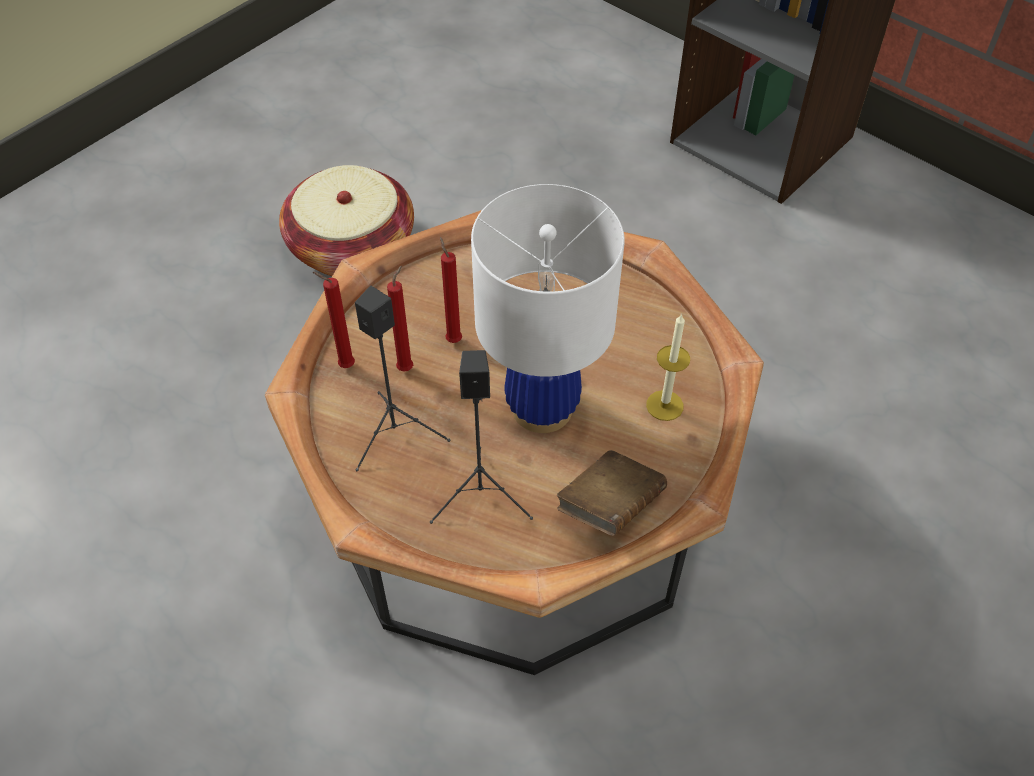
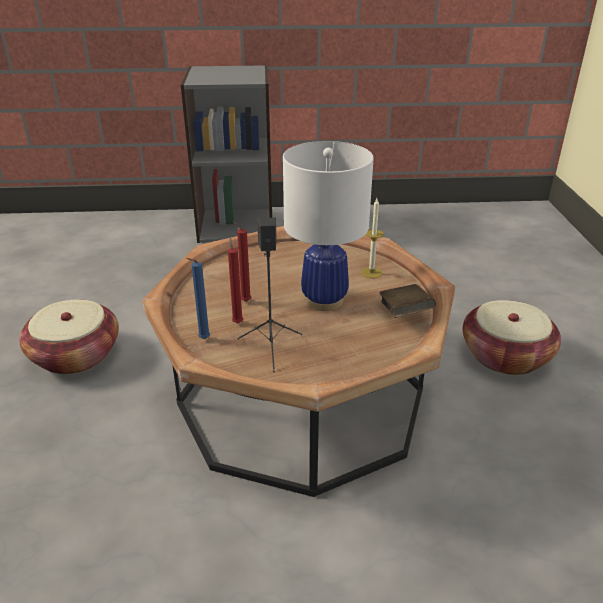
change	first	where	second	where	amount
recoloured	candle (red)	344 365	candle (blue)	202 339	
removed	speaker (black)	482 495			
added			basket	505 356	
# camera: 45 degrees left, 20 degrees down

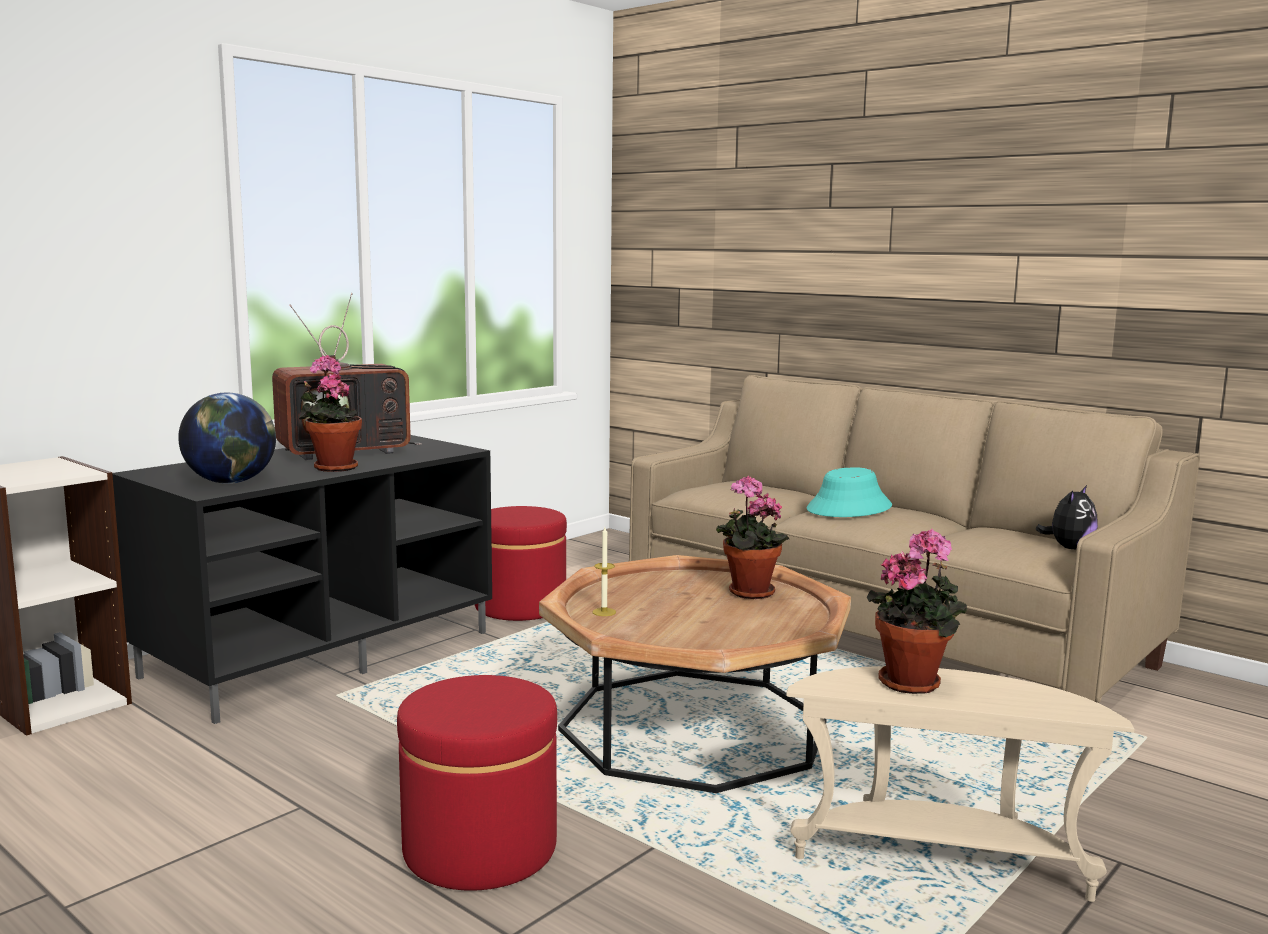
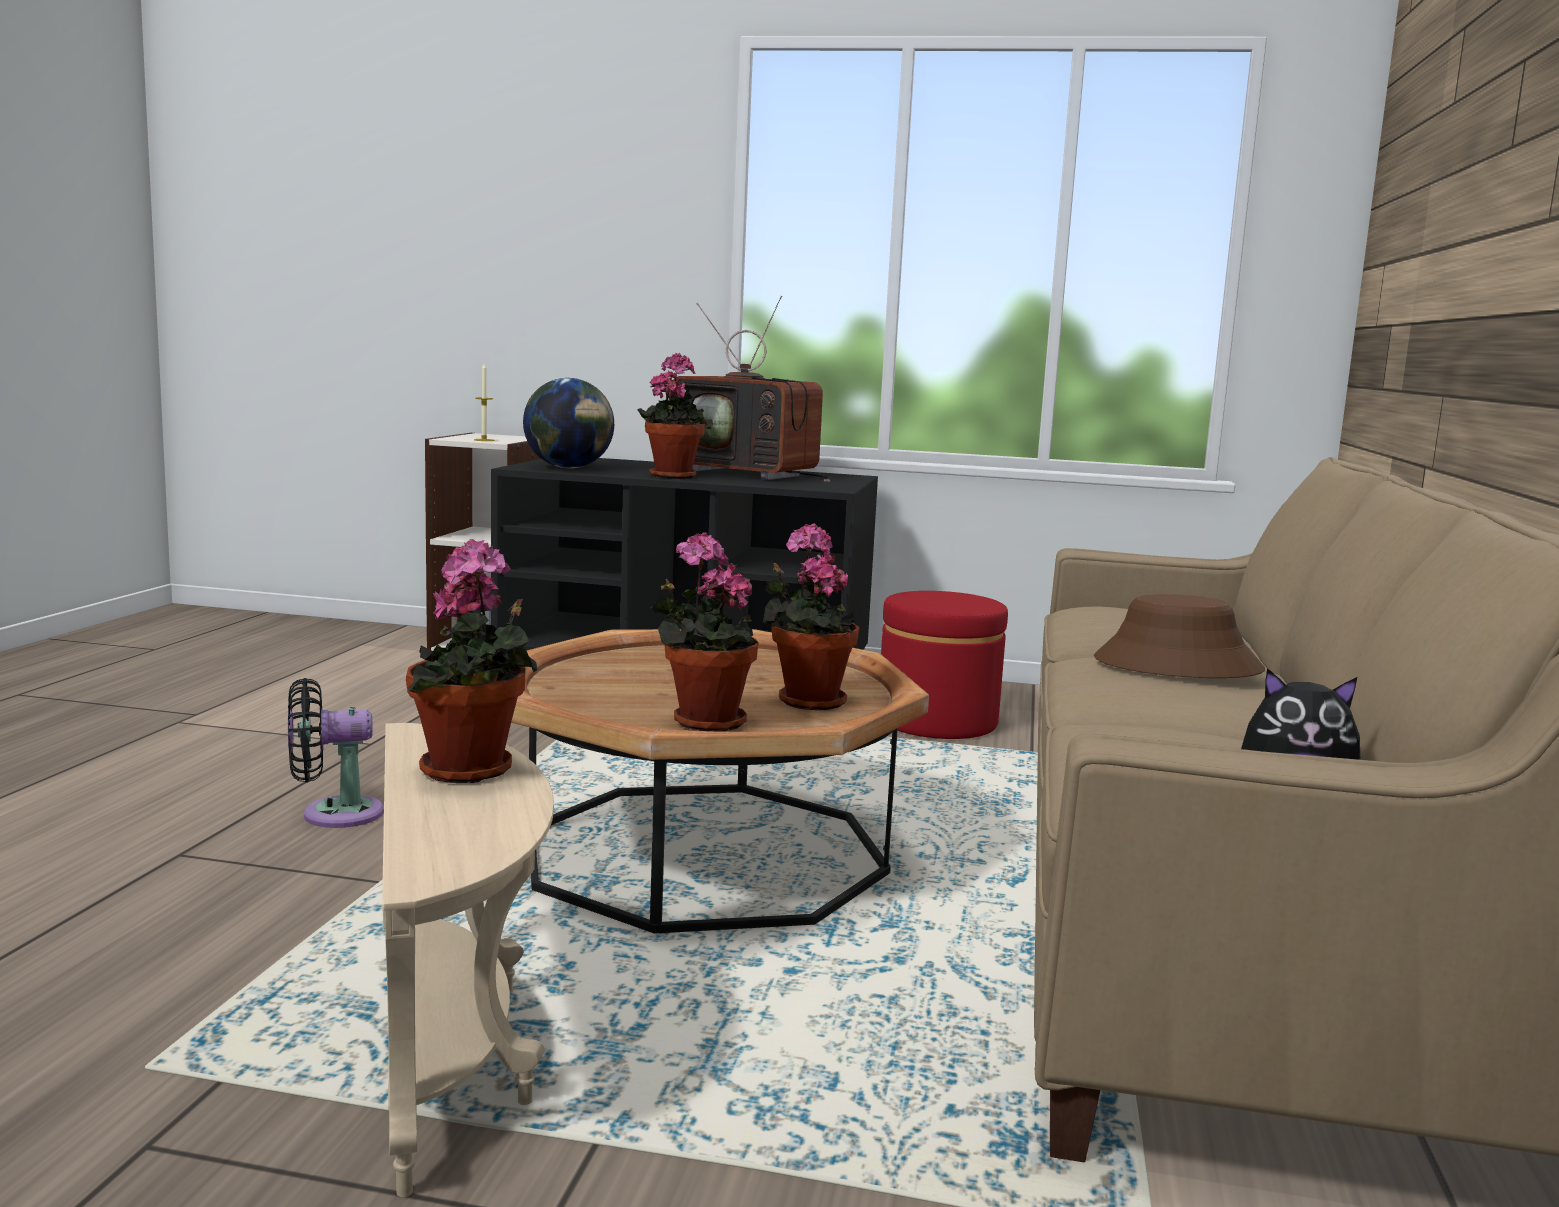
change	first	where	second	where	amount
recoloured	hat (turquoise)	849 508	hat (brown)	1176 666	
moved	candle	604 612		484 440	
replaced	ottoman (red)	480 849	fan (black)	334 814	
added			potted plant	702 721	
# camera: 60 degrees right, 0 degrees up

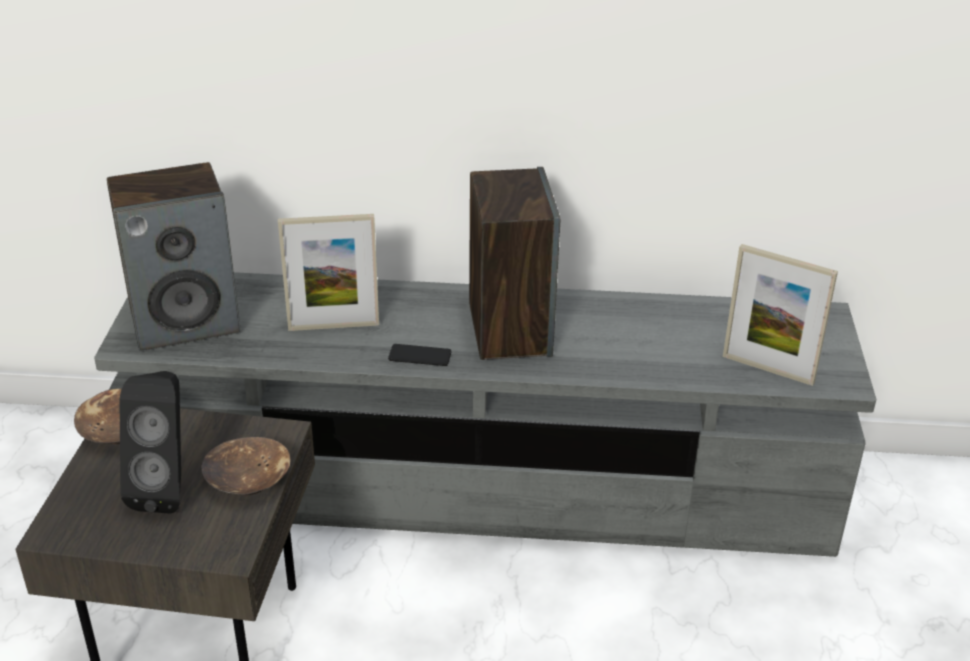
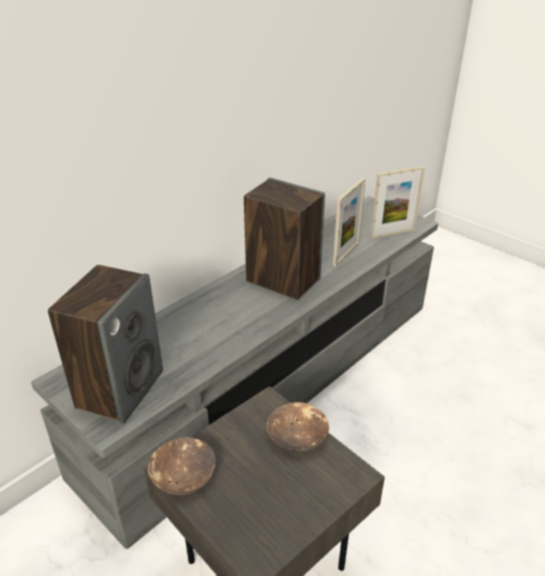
change	first	where	second	where	amount
moved	picture frame	333 326		346 254	
removed	phone	420 356			
removed	speaker (black)	167 489			
# camera: 50 degrees left, 0 degrees up

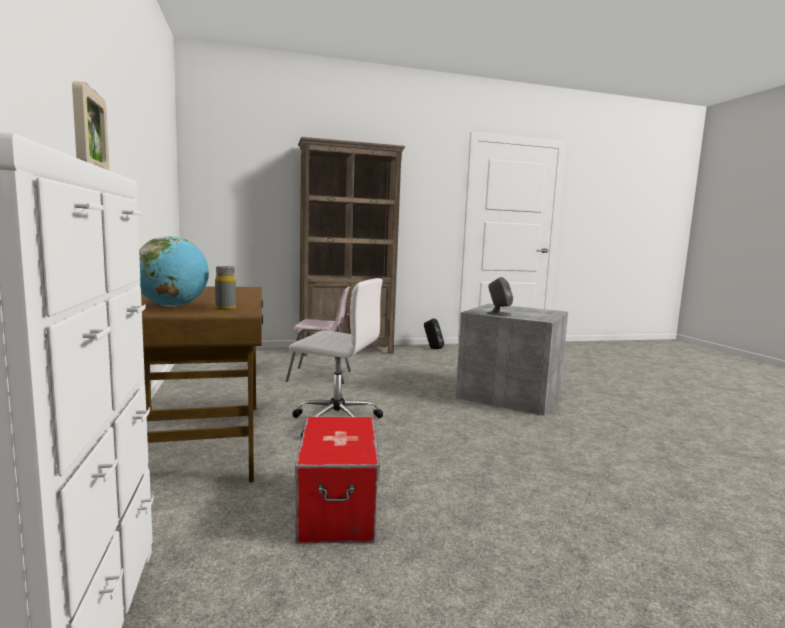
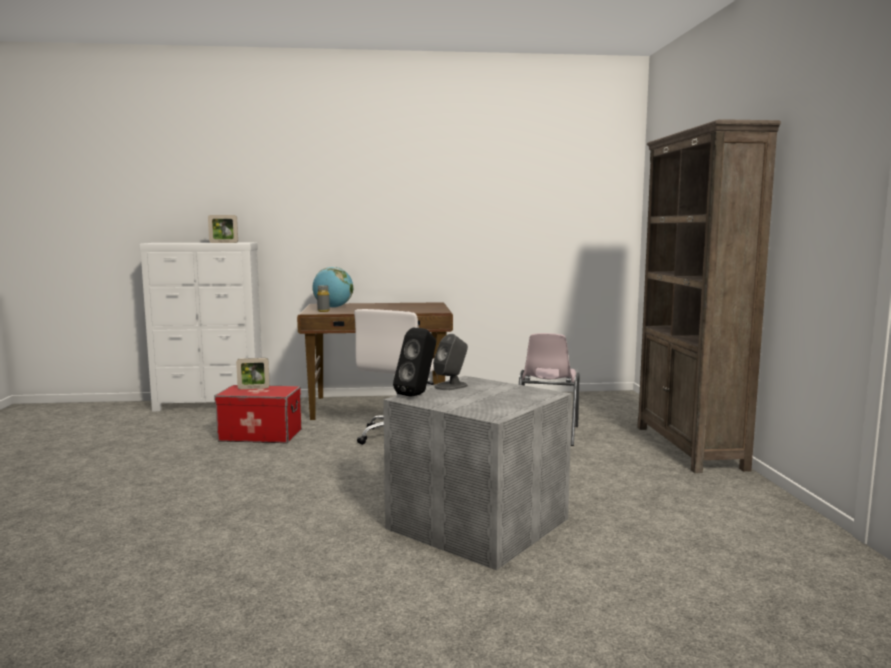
change	first	where	second	where	amount
moved	speaker (black)	432 348		418 394	
added			picture frame	253 388	
# camera: 100 degrees right, 0 degrees up

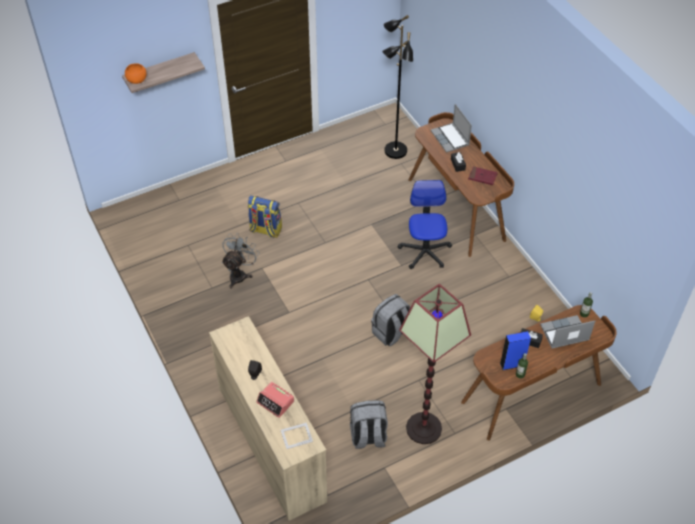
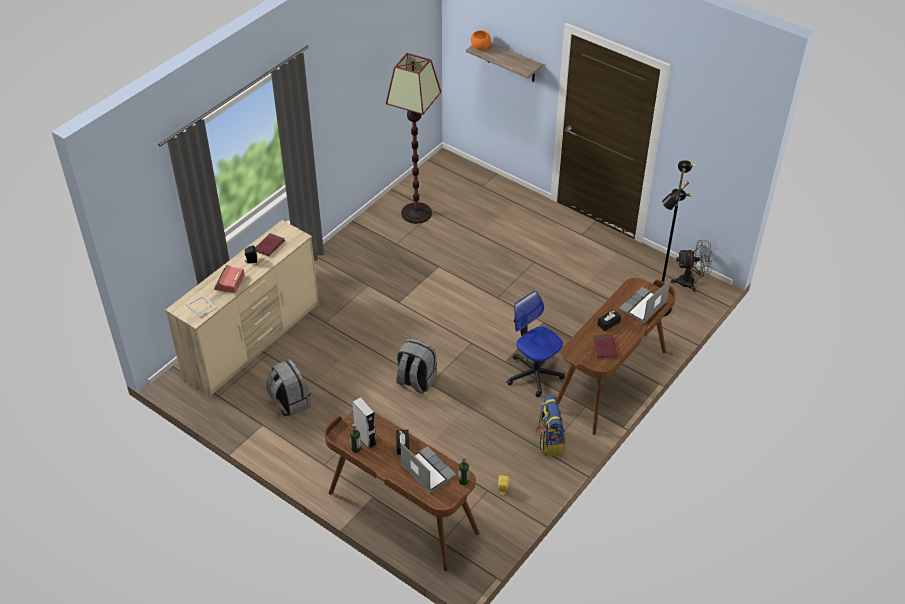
change	first	where	second	where	amount
turned	office chair	425 252		534 373	105 degrees counterclockwise
moved	backpack	265 230		549 441	
moved	fan (grey)	239 274		690 282	
moved	floor lamp	423 428		417 213	
recoloured	speaker (blue)	512 364	speaker (grey)	365 439	
added			book (red)	269 246	
# camera: 65 degrees right, 5 degrees down

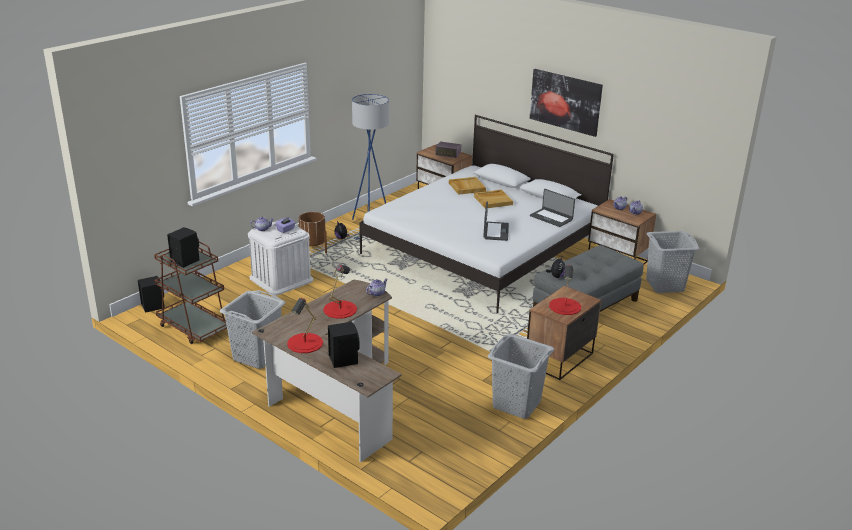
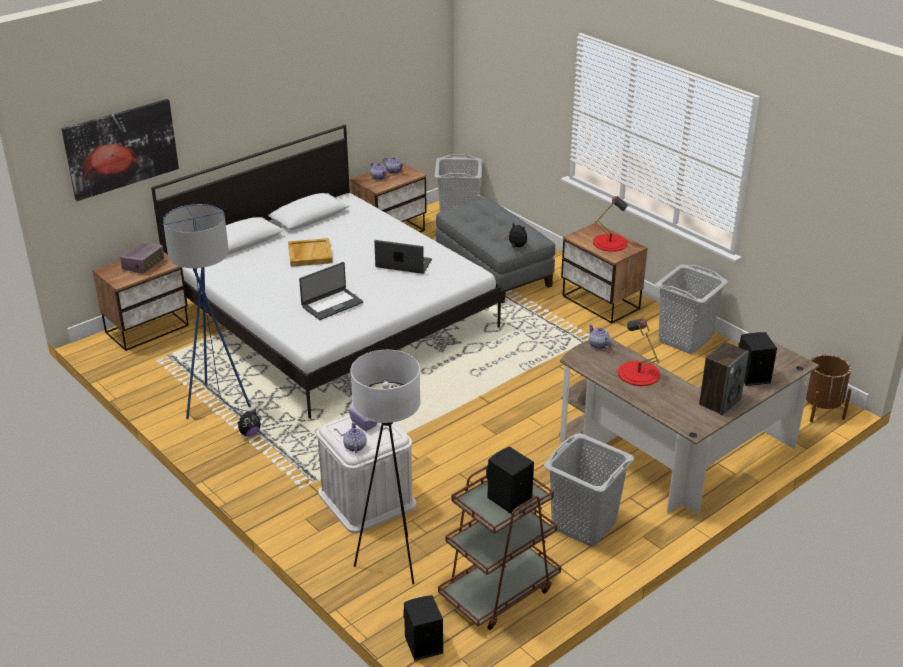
change	first	where	second	where	amount
moved	picture	565 102		121 148	
removed	tray (beige)	466 187			
moved	laptop	551 218		332 304	
moved	planter (brown)	313 249		820 410	
replaced	table lamp (red)	305 343	speaker	719 401	
added			floor lamp (white)	392 561	
# camera: 80 degrees left, 5 degrees up

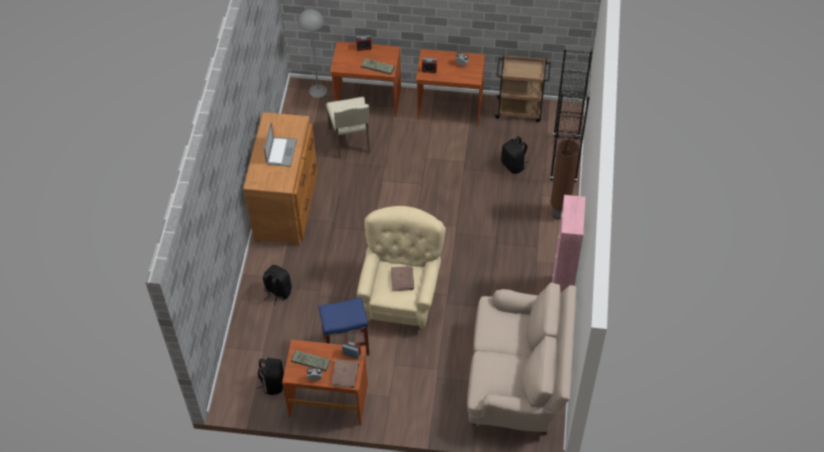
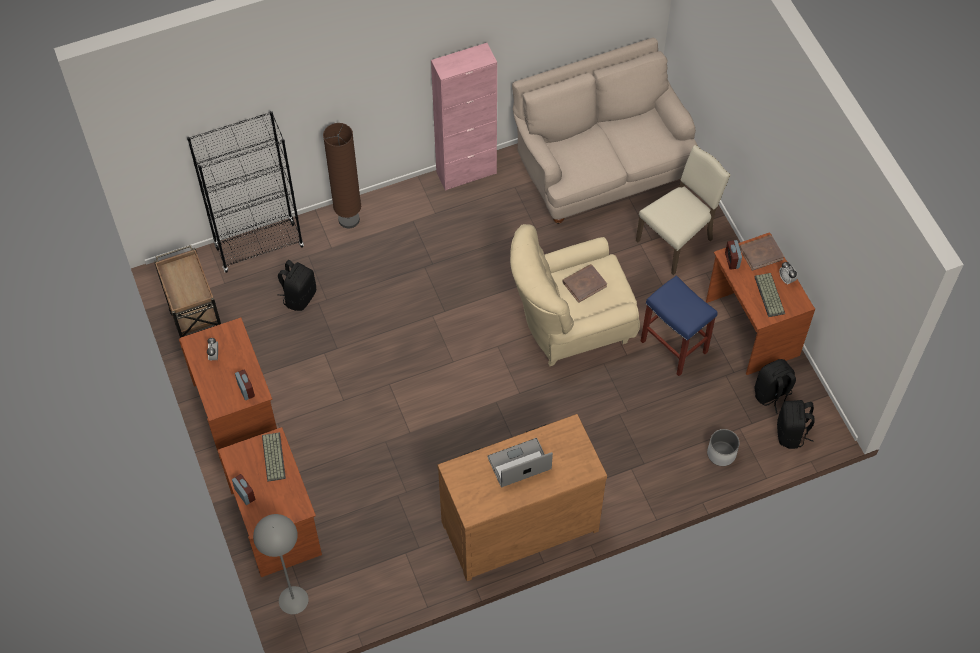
change	first	where	second	where	amount
moved	chair (beige)	351 141		677 240	
moved	backpack (black)	277 292		791 434	
added			planter (white)	721 454	
# camera: 120 degrees left, 5 degrees up

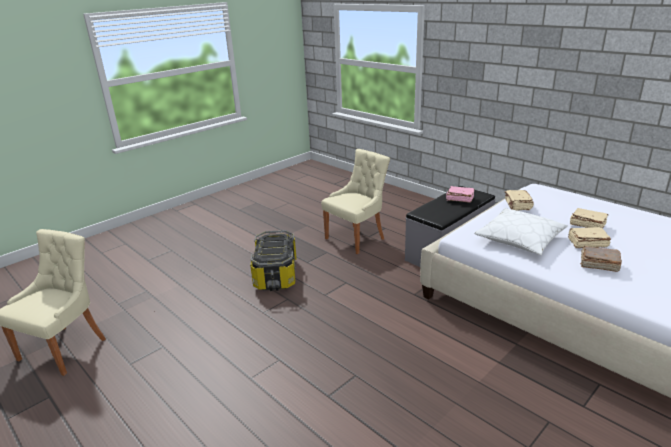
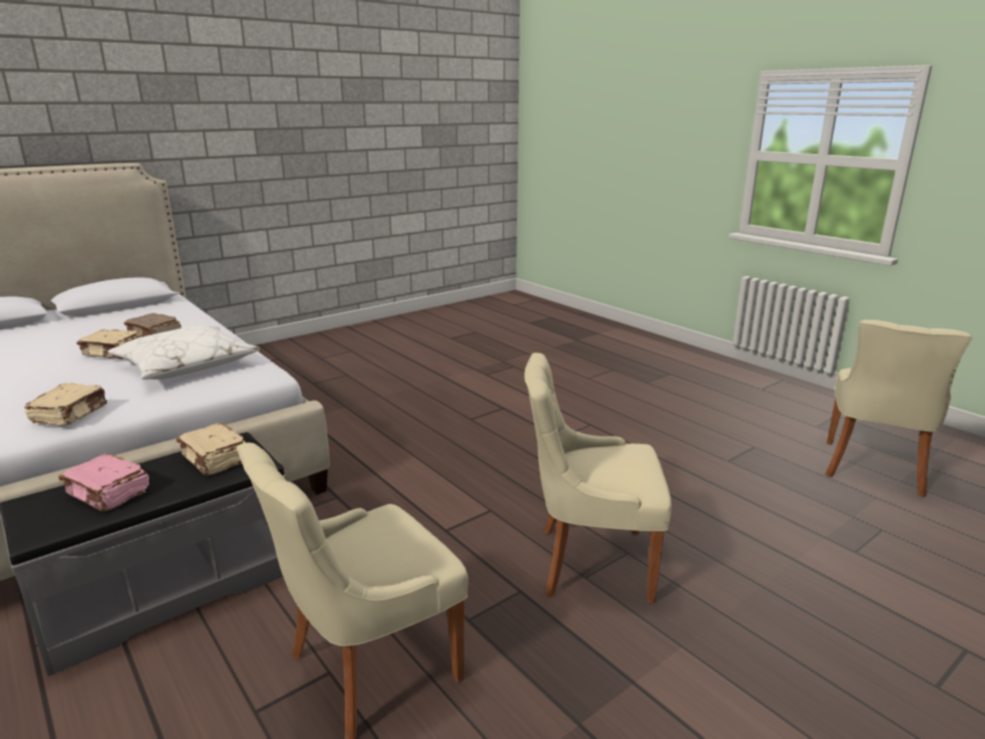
change	first	where	second	where	amount
moved	book (beige)	587 224		215 460	
replaced	storage box	276 275	chair (beige)	589 562	
# camera: 175 degrees left, 5 degrees down

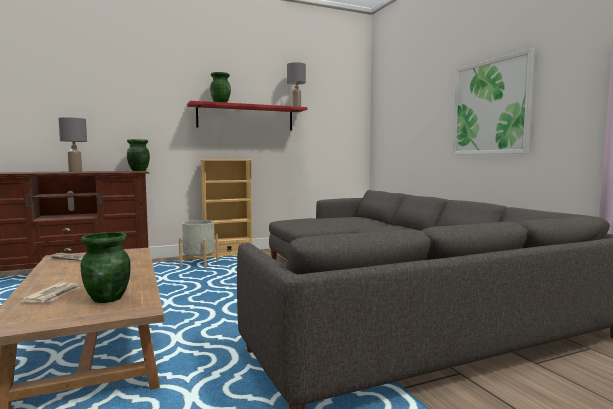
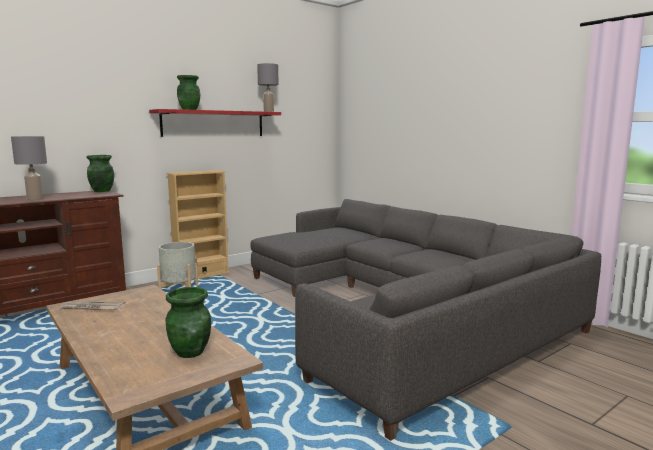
change	first	where	second	where	amount
removed	picture	491 107			
removed	newspaper	54 295			
# camera: 15 degrees left, 5 degrees up

